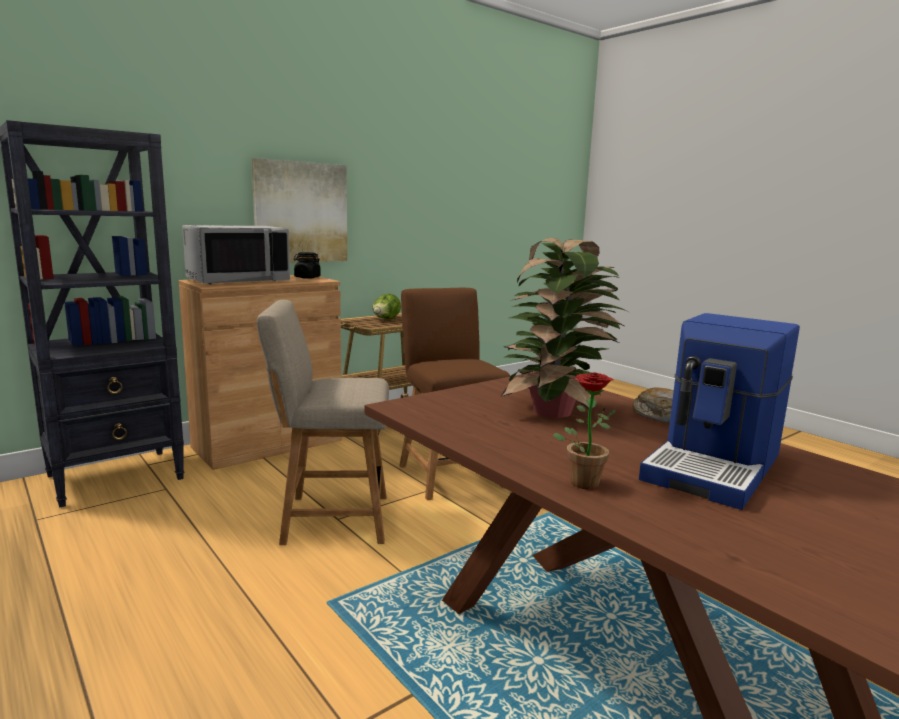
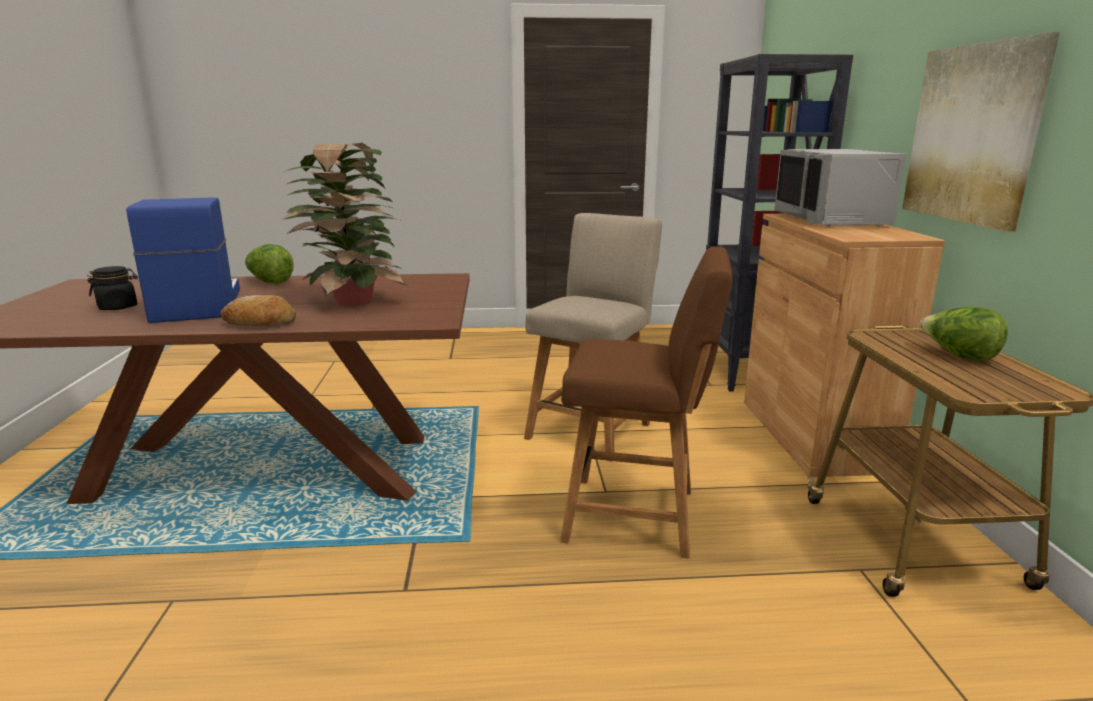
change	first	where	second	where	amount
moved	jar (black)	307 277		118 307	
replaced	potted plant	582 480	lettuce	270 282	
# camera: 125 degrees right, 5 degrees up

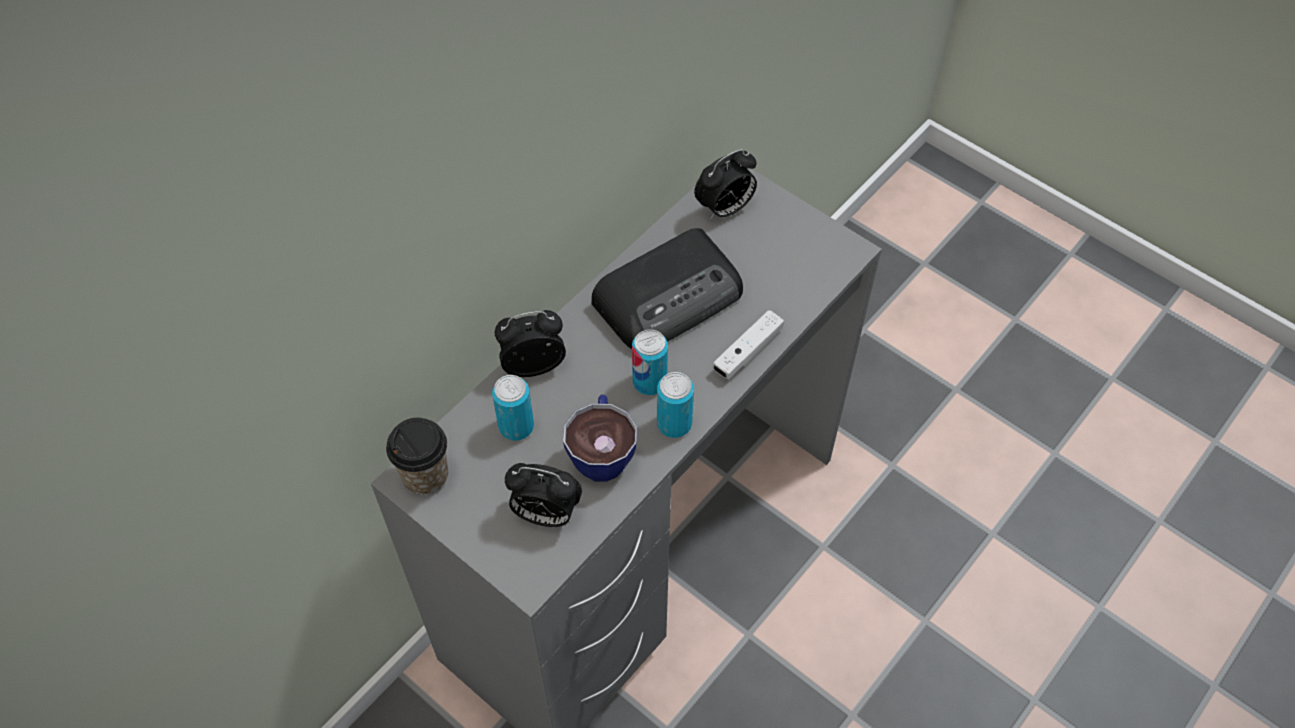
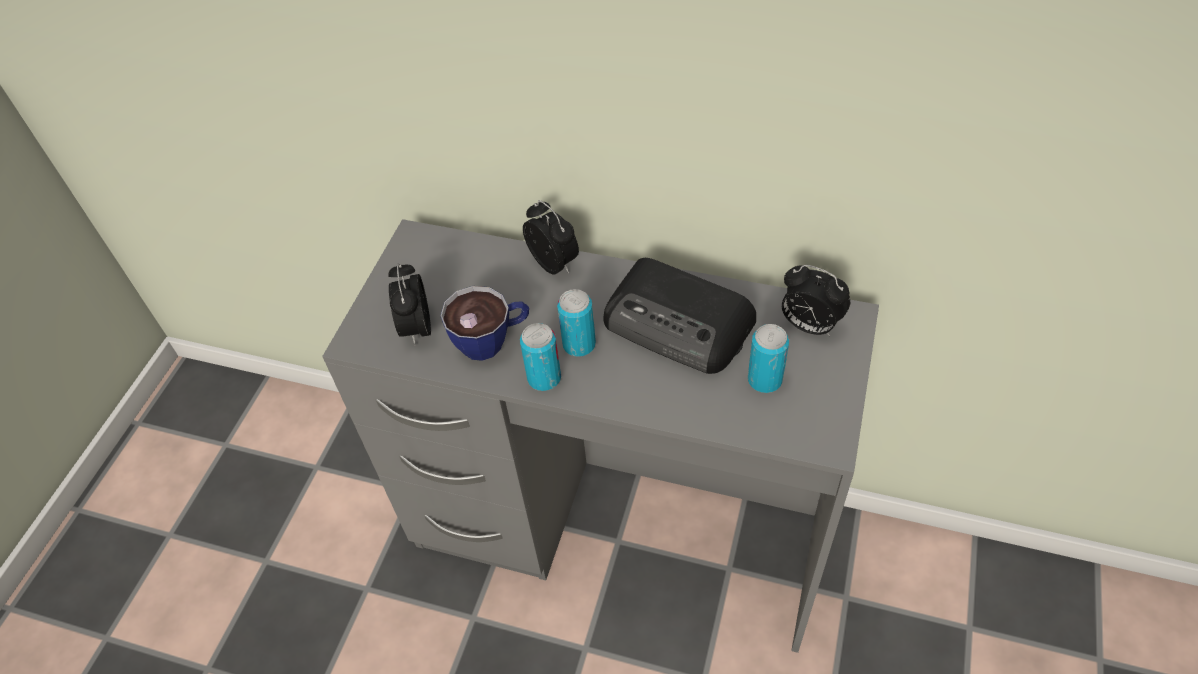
change	first	where	second	where	amount
removed	game controller (white)	747 351			
moved	can	516 426		764 380	
removed	cup	425 476			
# camera: 70 degrees right, 5 degrees down

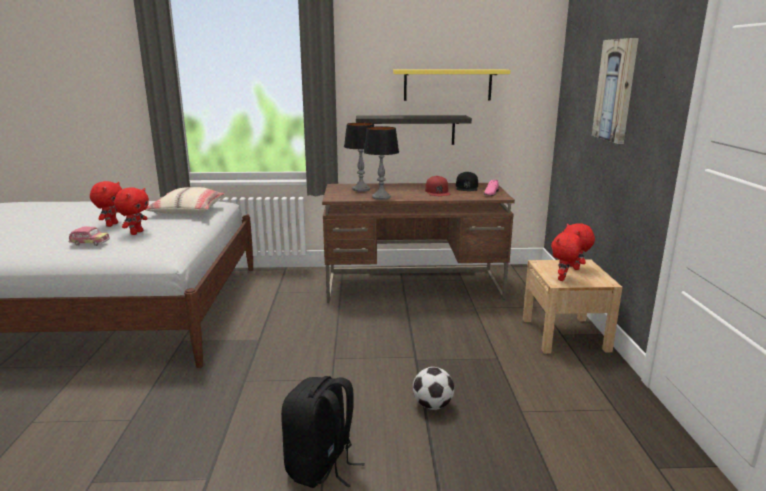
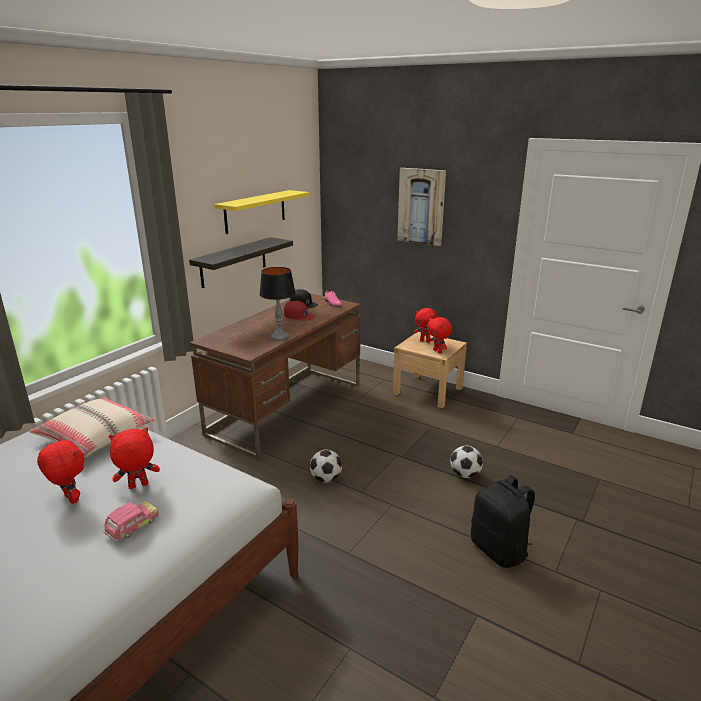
change	first	where	second	where	amount
removed	table lamp	361 189			
turned	plush toy (red)	136 233		138 486	75 degrees counterclockwise
added			football	326 479	
# camera: 55 degrees left, 5 degrees up

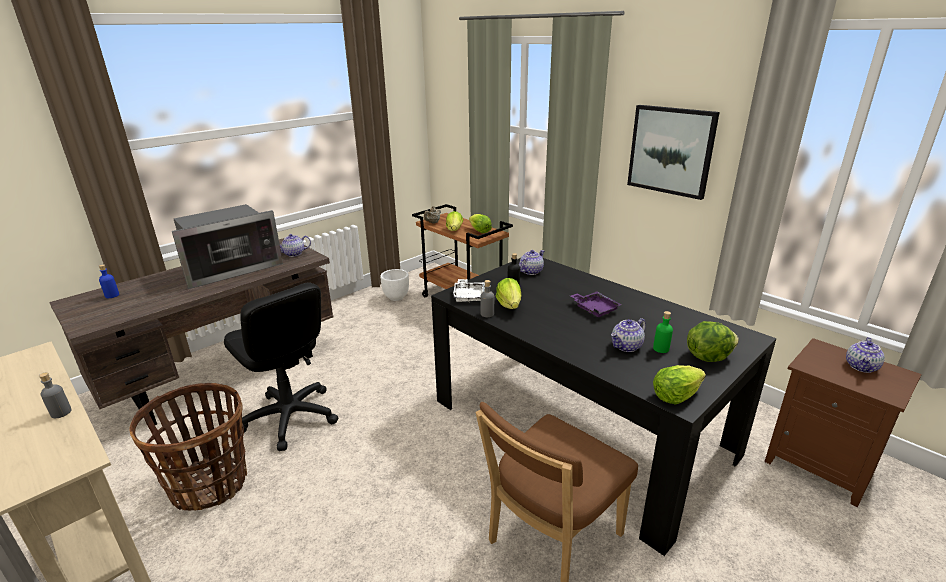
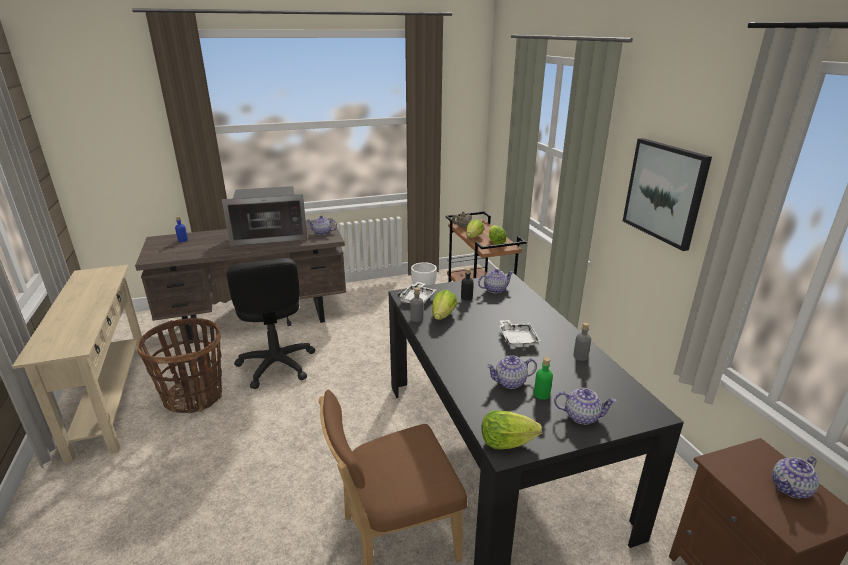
change	first	where	second	where	amount
recoloured	tray (purple)	594 309	tray (white)	517 339	
replaced	lettuce	707 356	teapot	582 416	
moved	bottle (grey)	61 412		580 356	
# camera: 25 degrees right, 0 degrees up

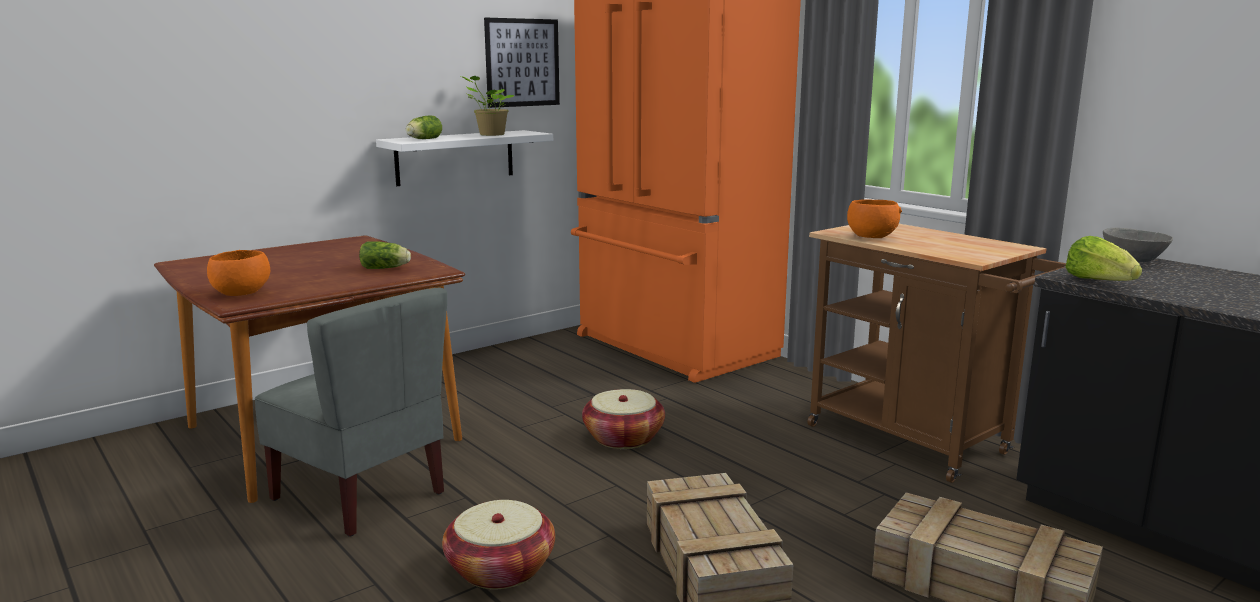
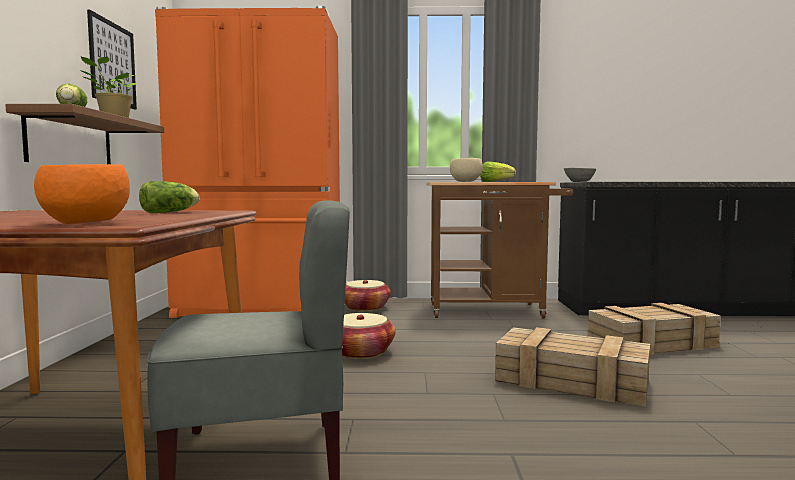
change	first	where	second	where	amount
recoloured	shelf (white)	455 157	shelf (brown)	70 141	
recoloured	bowl (orange)	870 237	bowl (beige)	465 181	
moved	lettuce	1098 282		495 182	
moved	basket	500 569		365 307	
# camera: 50 degrees left, 10 degrees down

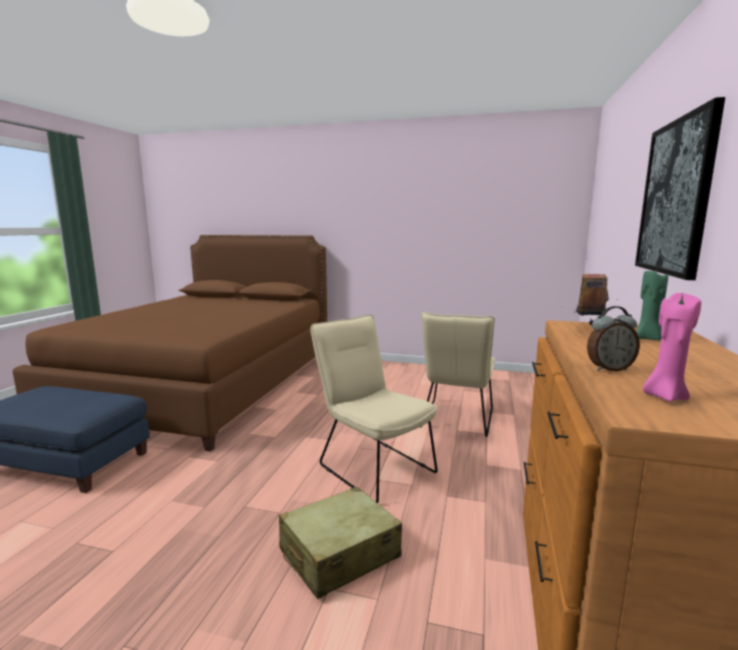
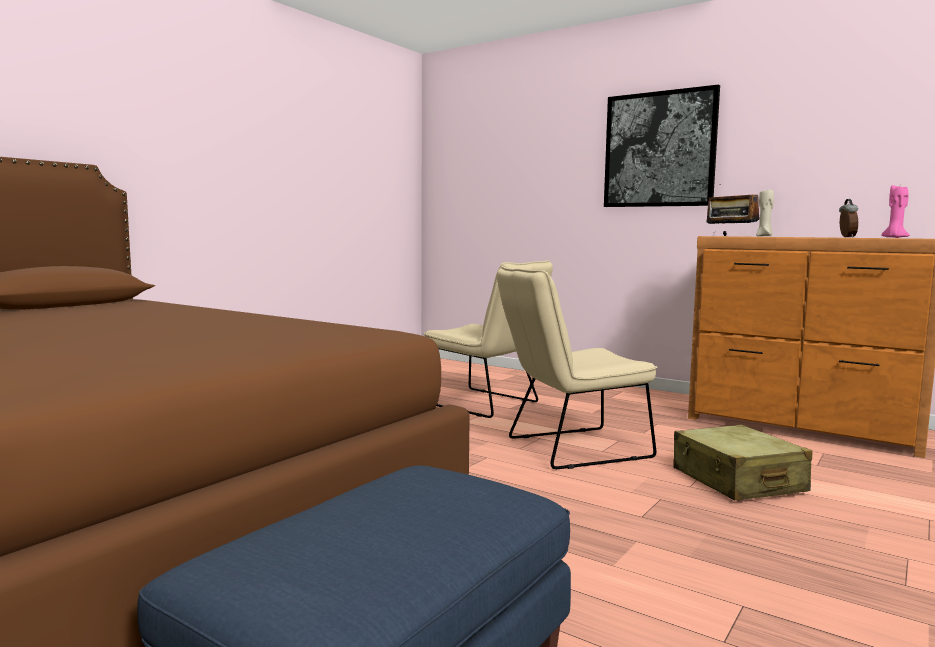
change	first	where	second	where	amount
recoloured	candle (green)	647 339	candle (beige)	764 236	
# camera: 70 degrees left, 5 degrees down

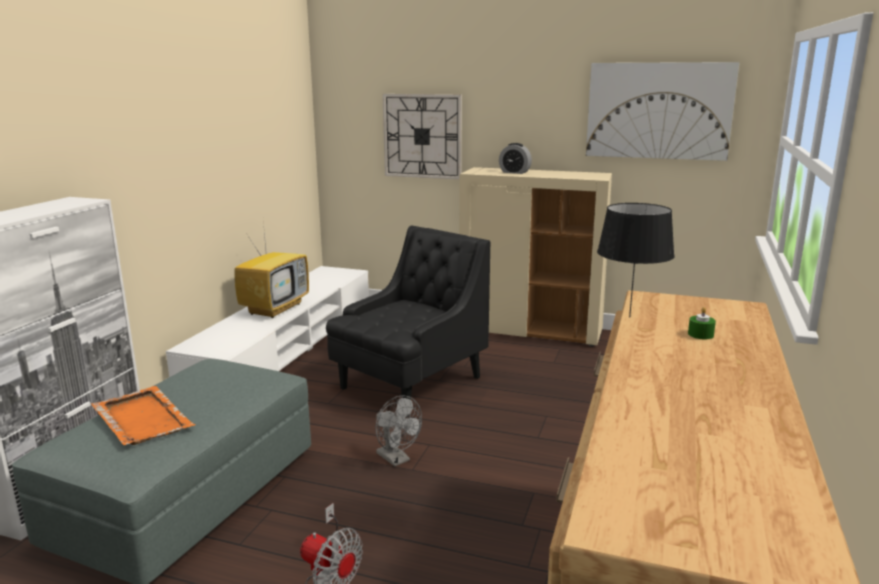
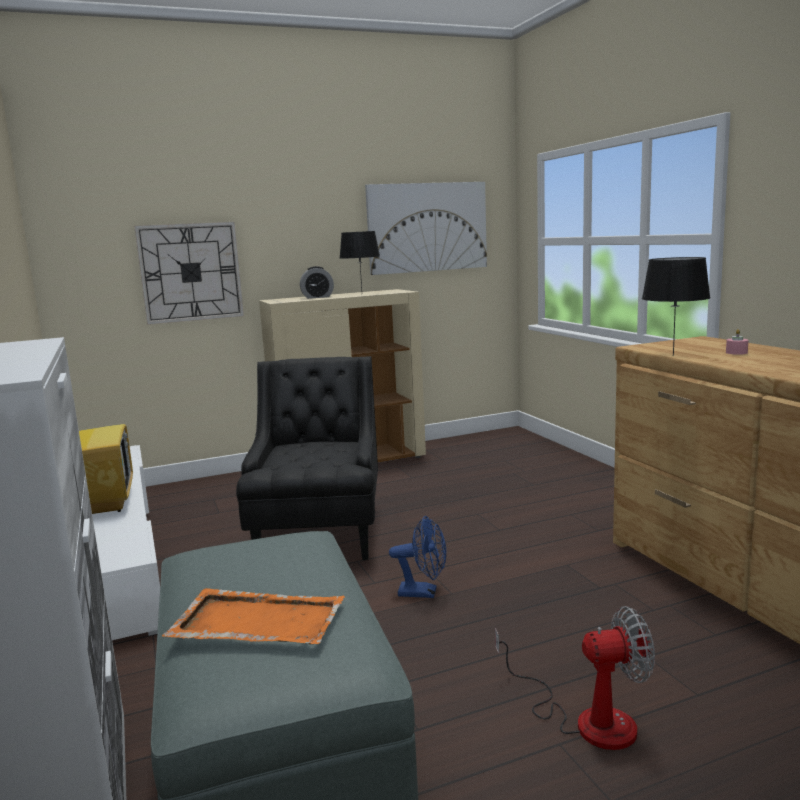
change	first	where	second	where	amount
recoloured	candle (green)	700 334	candle (pink)	736 352	
recoloured	fan (grey)	396 459	fan (blue)	424 592	
added			table lamp (black)	362 294	
# camera: 40 degrees left, 5 degrees down

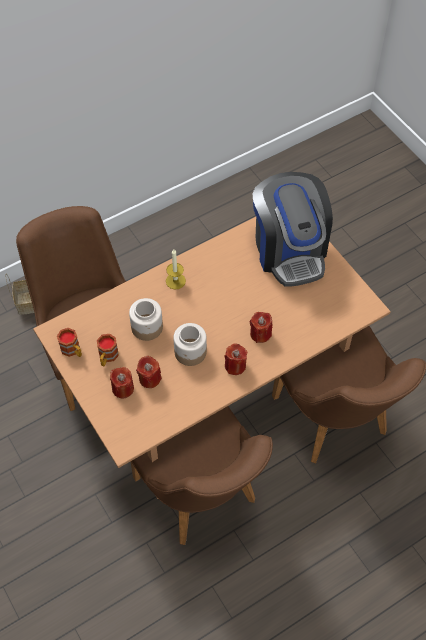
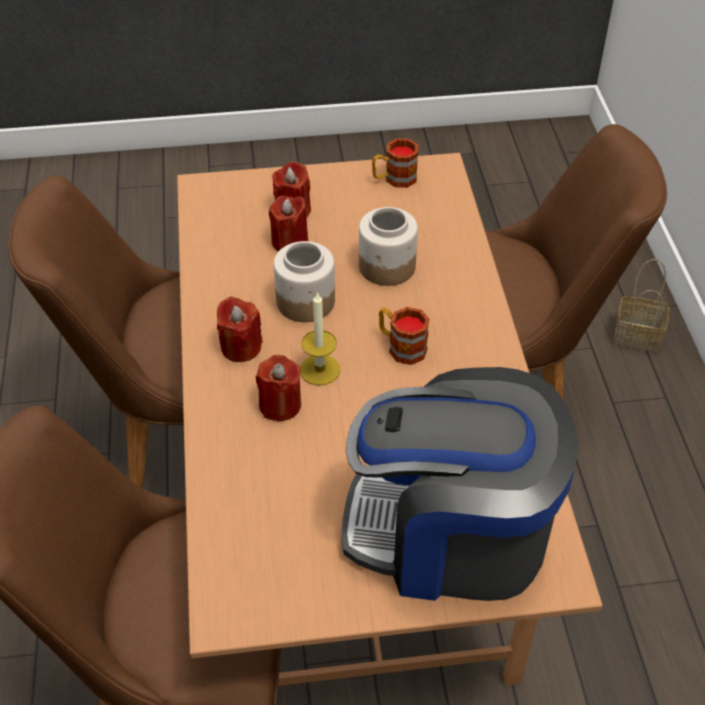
change	first	where	second	where	amount
moved	candle	175 281		320 370	
moved	mug	107 357		401 346	
# camera: 115 degrees right, 10 degrees down

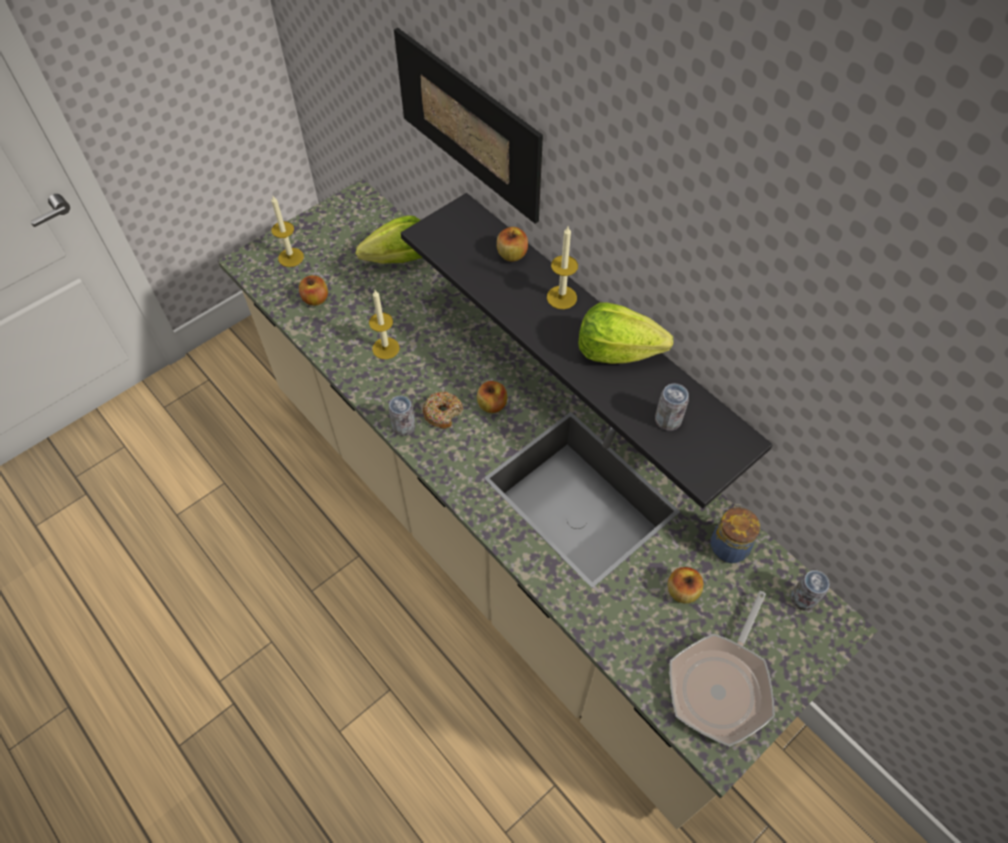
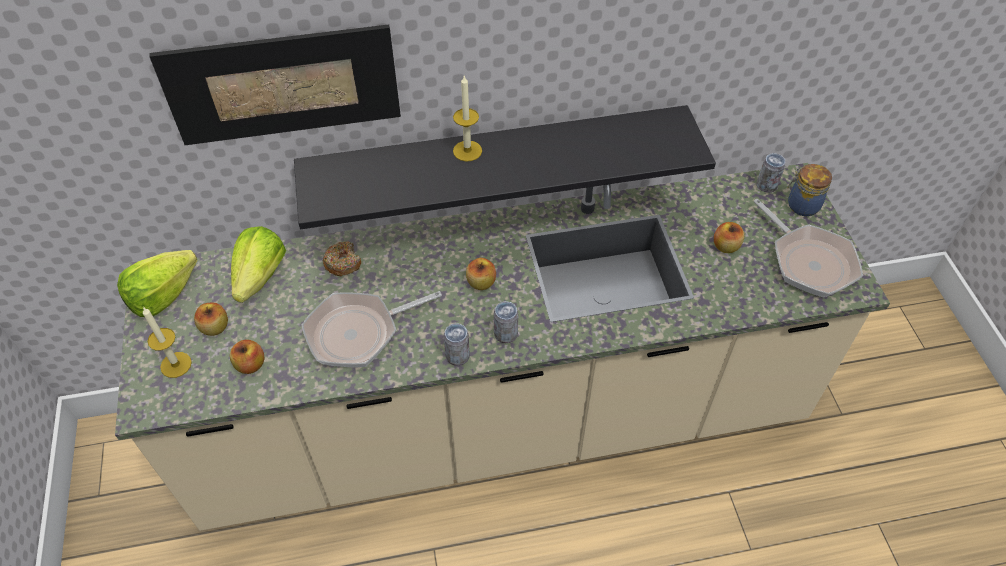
change	first	where	second	where	amount
moved	apple	512 254		215 327	
replaced	candle	385 348	frying pan	359 332	
moved	lettuce	617 351		163 296	
moved	can	668 420		505 334	
moved	donut	443 413		343 263	
moved	jar	728 545		801 205	
# camera: 60 degrees left, 5 degrees down

